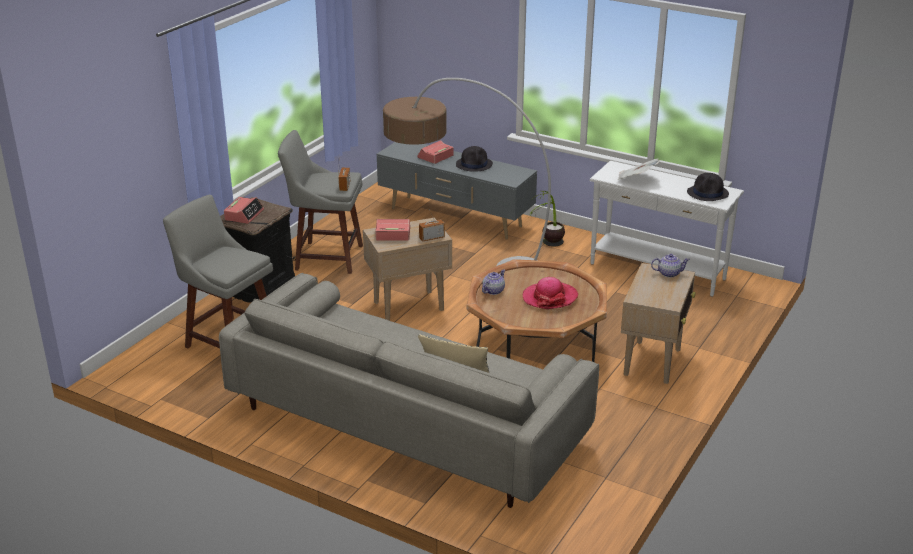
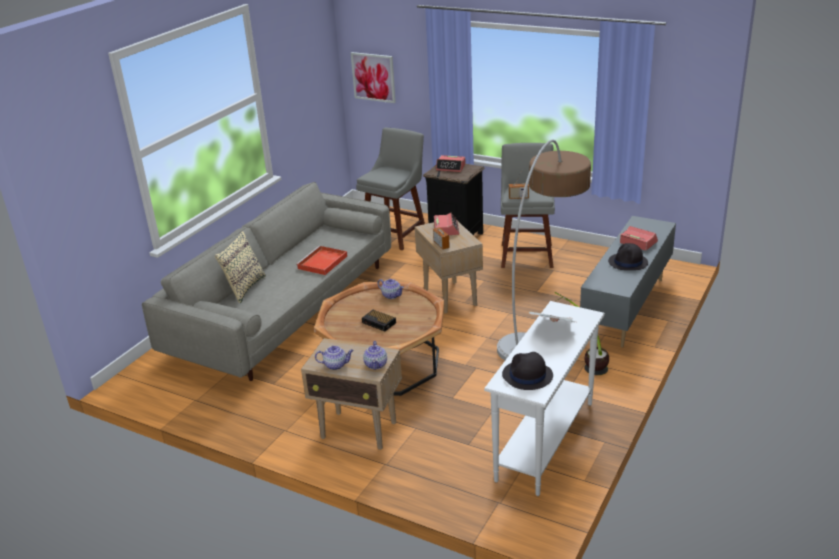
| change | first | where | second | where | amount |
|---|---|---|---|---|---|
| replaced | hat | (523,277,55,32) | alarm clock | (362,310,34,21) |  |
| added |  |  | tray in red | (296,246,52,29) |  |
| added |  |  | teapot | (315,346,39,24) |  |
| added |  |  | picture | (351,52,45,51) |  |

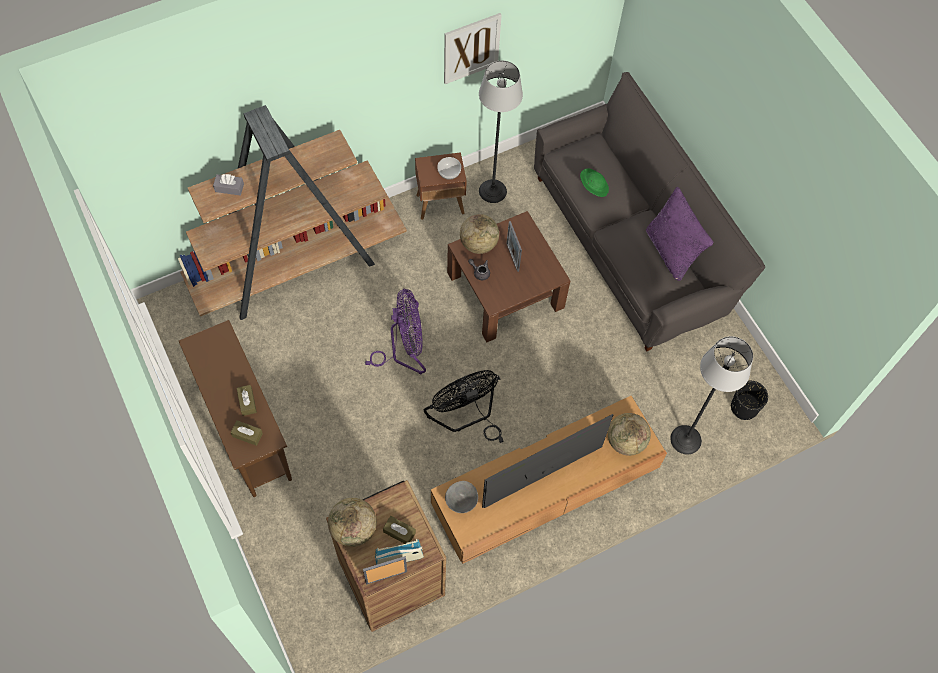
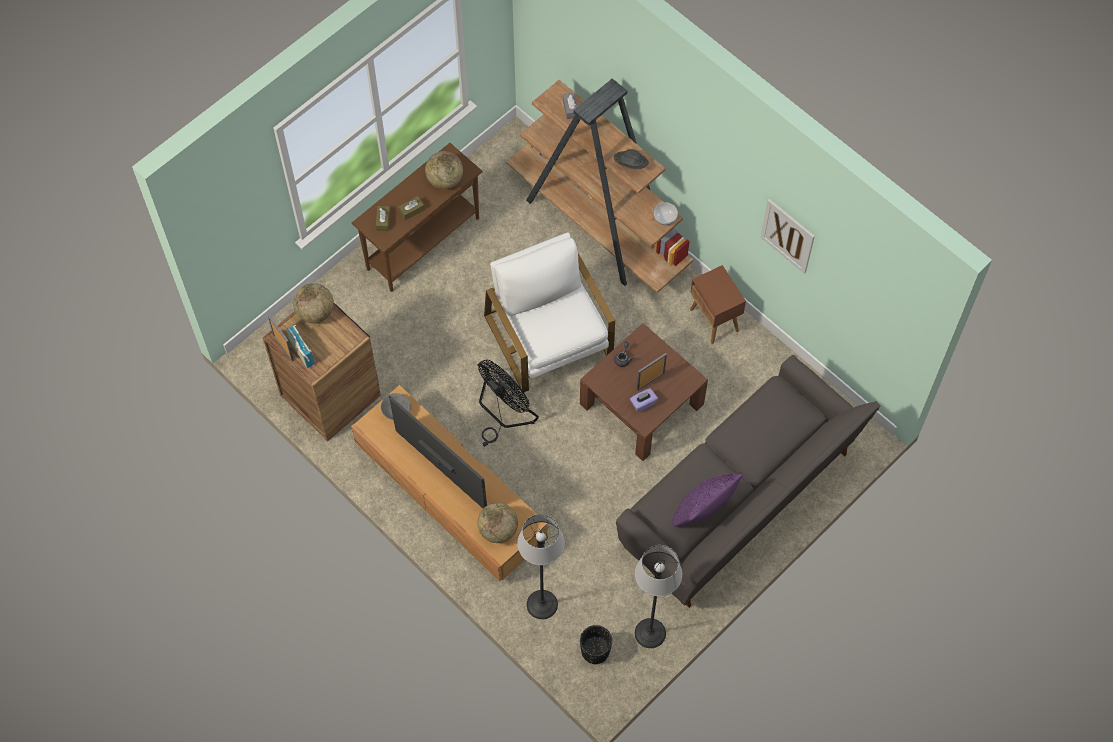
| change | first | where | second | where | amount |
|---|---|---|---|---|---|
| replaced | fan in purple | (365,288,61,87) | armchair in white | (484,232,131,160) |  |
| removed | tissue box in brown | (383,516,33,28) |  |  |  |
| moved | bowl | (437,157,24,23) |  | (654,202,24,23) |  |
| moved | globe | (460,214,39,40) |  | (425,151,38,38) |  |
| moved | floor lamp | (479,60,44,143) |  | (635,545,47,103) |  |
| removed | hat in green | (580,168,29,29) |  |  |  |
| added |  |  | hat in grey | (614,149,35,20) |  |
| added |  |  | tissue box in purple | (630,388,28,24) |  |

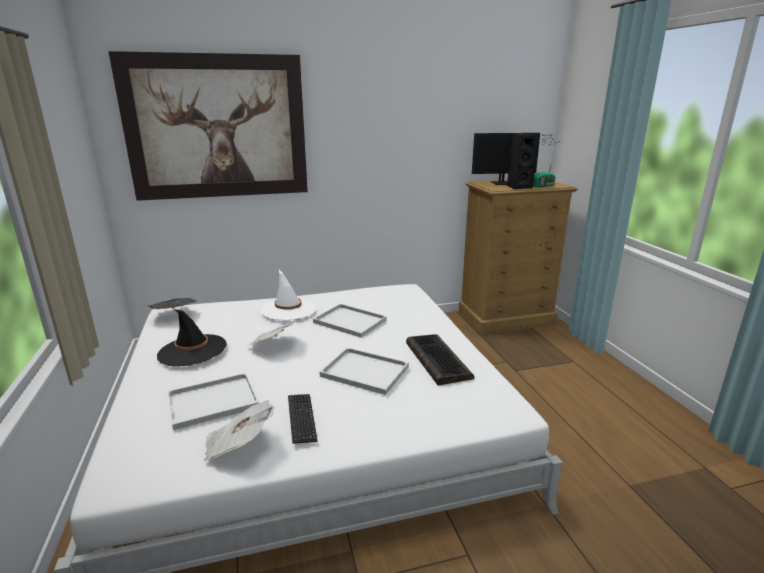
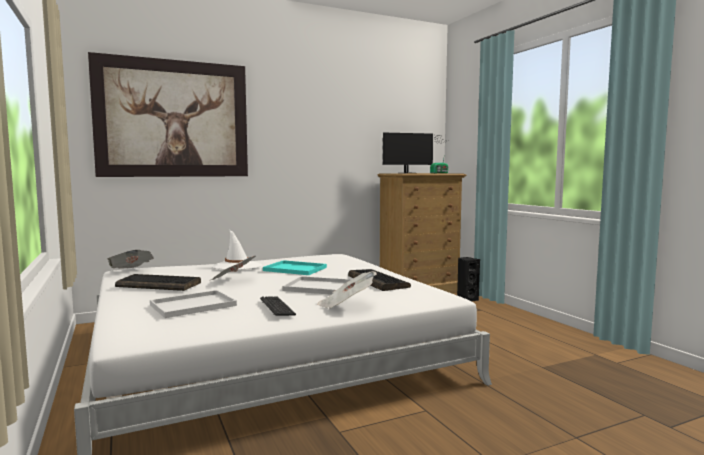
| change | first | where | second | where | amount |
|---|---|---|---|---|---|
| replaced | hat in black | (157,310,70,56) | keyboard | (115,274,86,17) |  |
| moved | newspaper | (204,400,70,61) |  | (318,271,59,38) |  |
| recoloured | tray in white | (313,304,74,34) | tray in turquoise | (263,260,64,15) |  |
| moved | speaker in black | (507,133,32,56) |  | (457,257,23,44) |  |

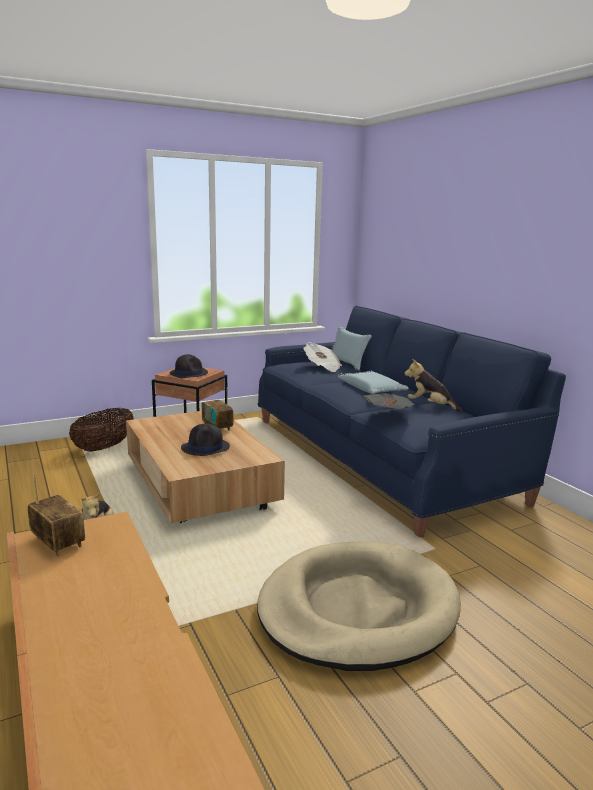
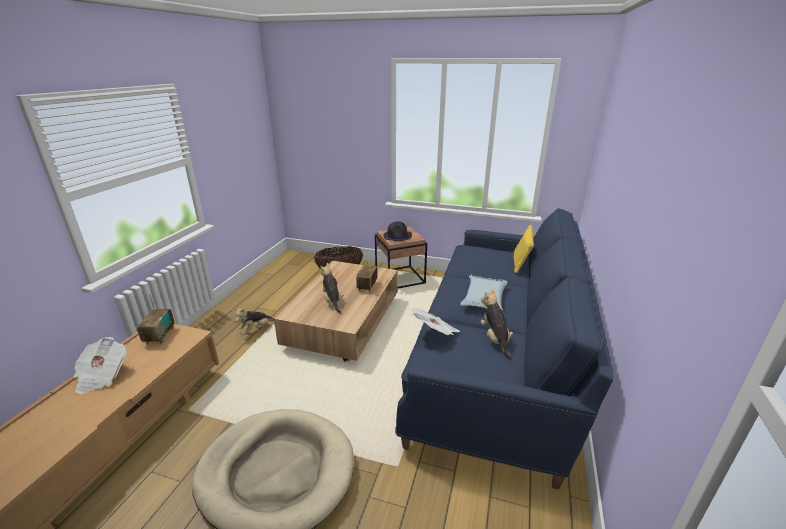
| change | first | where | second | where | amount |
|---|---|---|---|---|---|
| replaced | hat in black | (181,424,49,32) | plush toy | (321,263,23,50) |  |
| moved | newspaper | (304,342,38,30) |  | (73,337,54,57) |  |
| recoloured | pillow in blue | (332,326,40,44) | pillow in yellow | (514,225,20,48) |  |

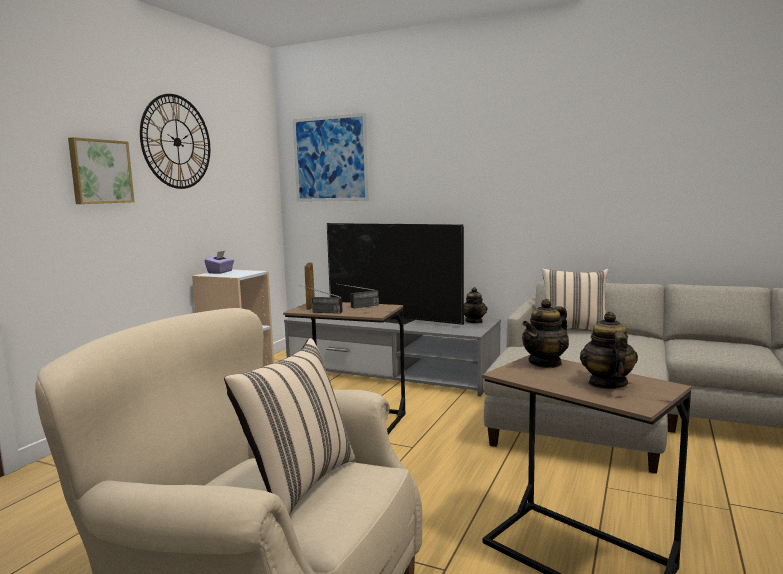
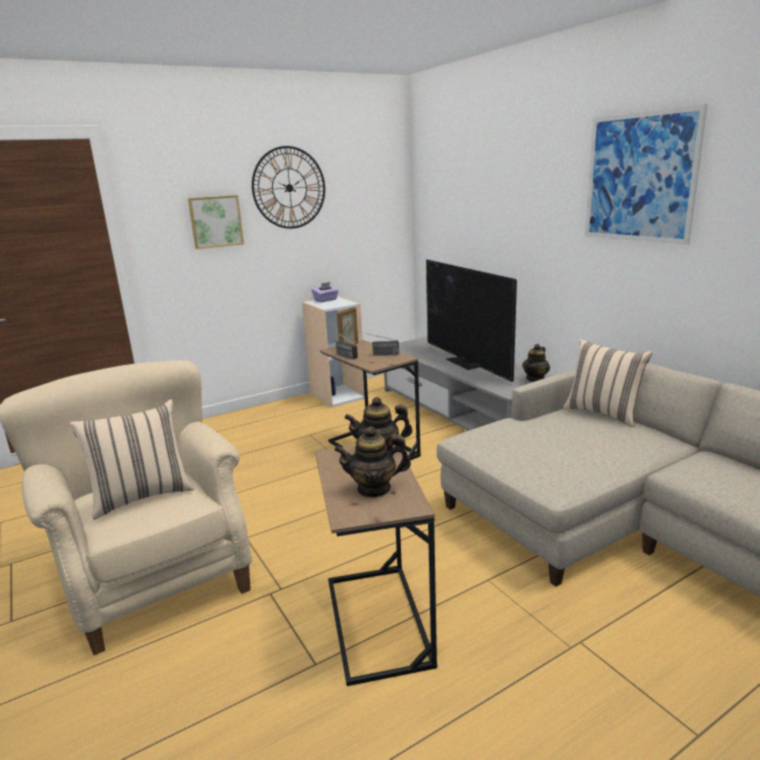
| change | first | where | second | where | amount |
|---|---|---|---|---|---|
| moved | picture | (293,113,76,89) |  | (585,104,123,141) |  |
| turned | teapot | (580,311,58,78) |  | (334,426,77,72) | 135 degrees counterclockwise |

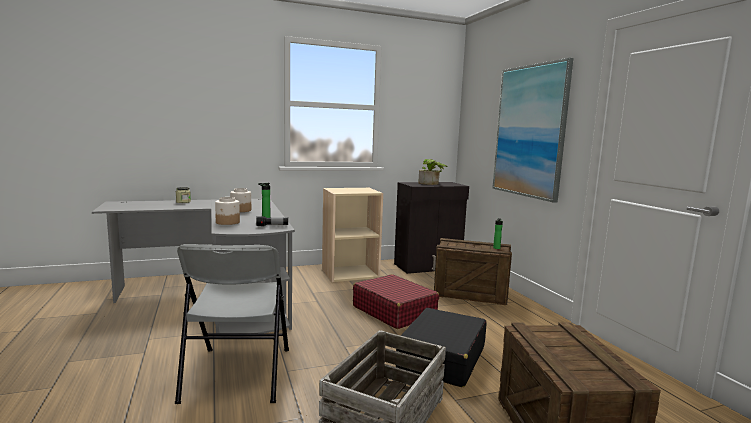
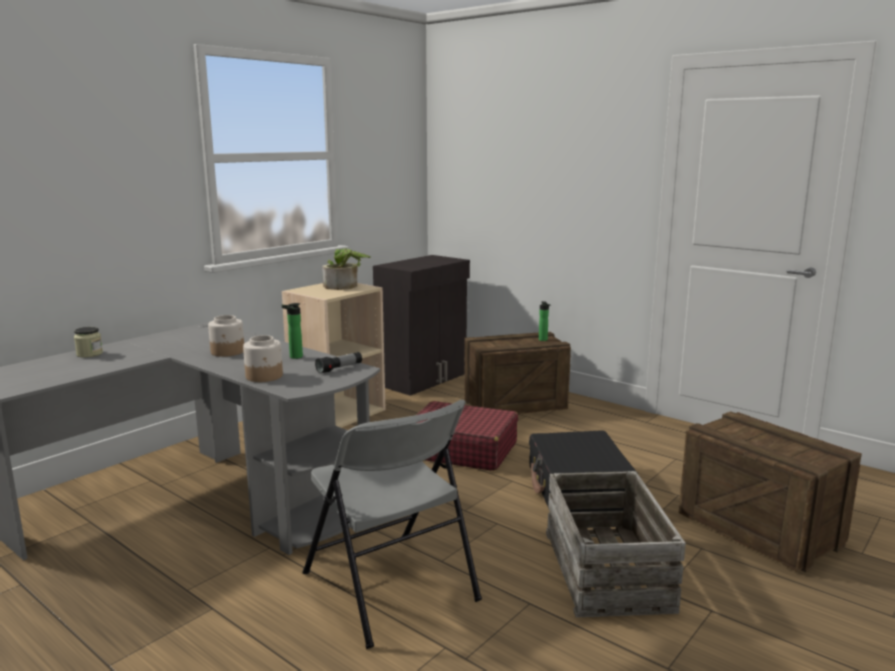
| change | first | where | second | where | amount |
|---|---|---|---|---|---|
| moved | potted plant | (418,159,30,26) |  | (322,248,49,42) |  |
| removed | picture | (492,58,81,145) |  |  |  |

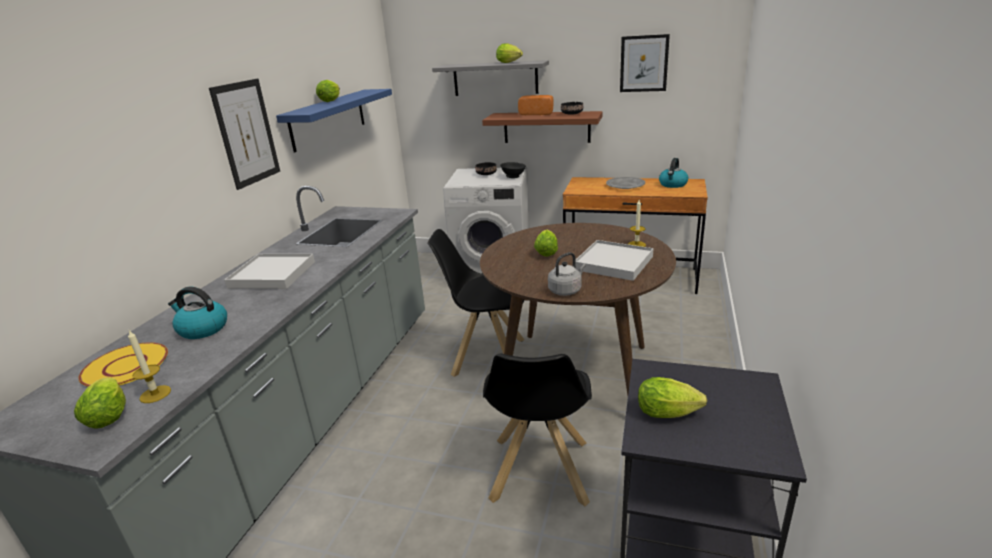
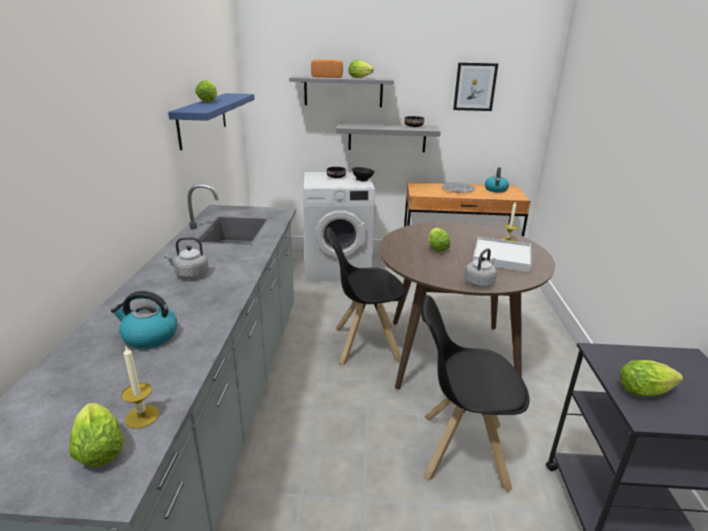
| change | first | where | second | where | amount |
|---|---|---|---|---|---|
| removed | plate in yellow | (78,342,90,45) |  |  |  |
| removed | picture | (209,79,71,111) |  |  |  |
| replaced | tray in white | (224,254,91,35) | kettle in grey | (164,237,45,42) |  |
| recoloured | shelf in brown | (482,111,121,32) | shelf in grey | (336,123,105,29) |  |
| turned | chair in black | (483,353,109,153) |  | (421,295,108,197) | 105 degrees clockwise |
| moved | bread | (518,95,36,20) |  | (311,59,32,19) |  |

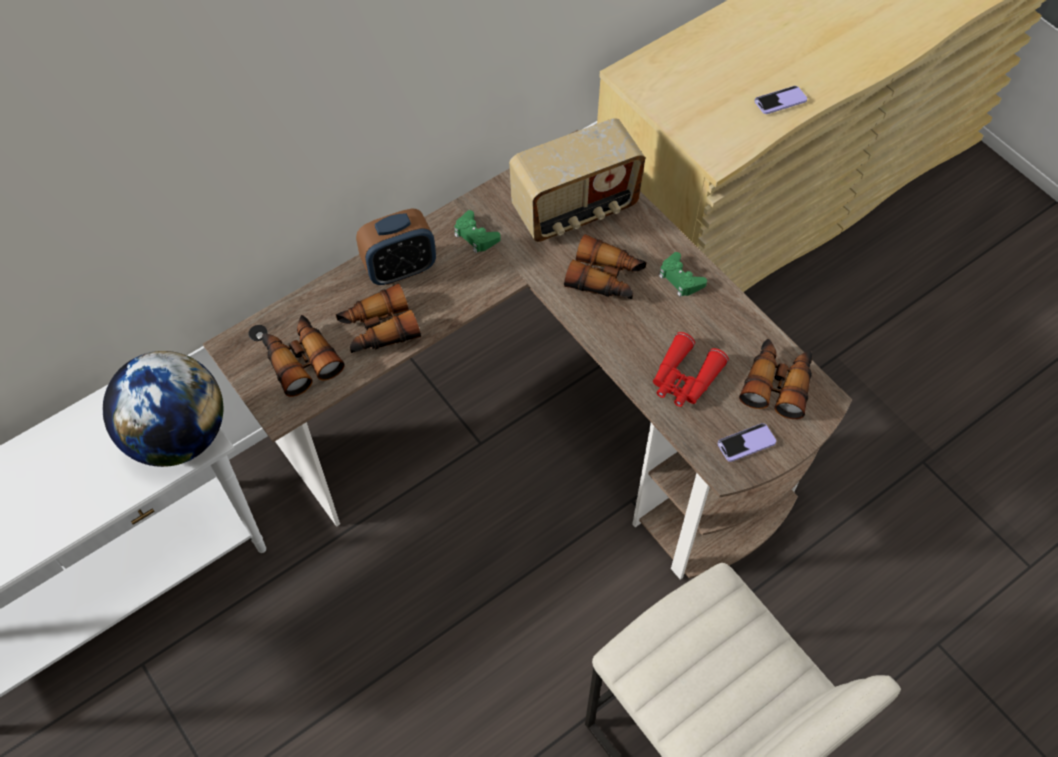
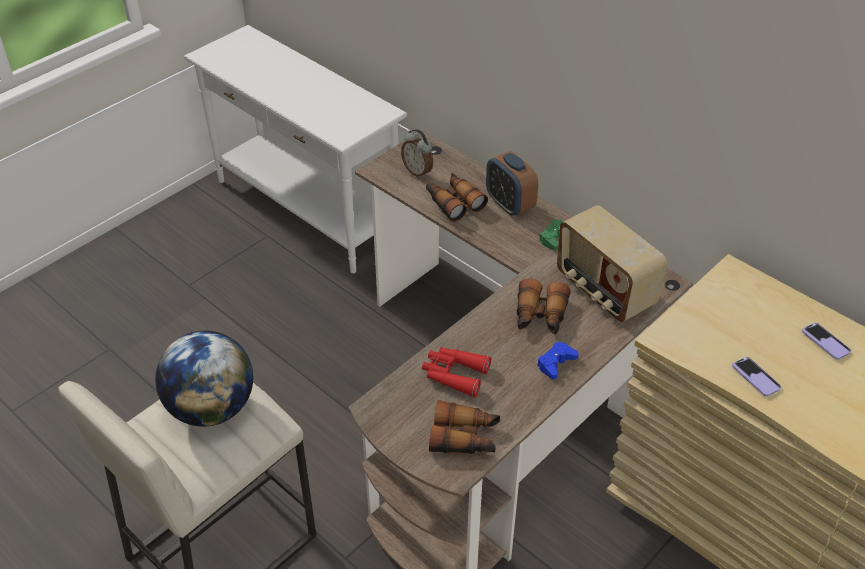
| change | first | where | second | where | amount |
|---|---|---|---|---|---|
| moved | globe | (103,351,120,116) |  | (155,331,98,96) |  |
| replaced | binoculars | (262,315,82,82) | alarm clock | (401,129,32,50) |  |
| recoloured | game controller in green | (659,252,48,45) | game controller in blue | (537,342,42,37) |  |
| moved | phone | (718,423,58,39) |  | (802,323,49,37) |  |

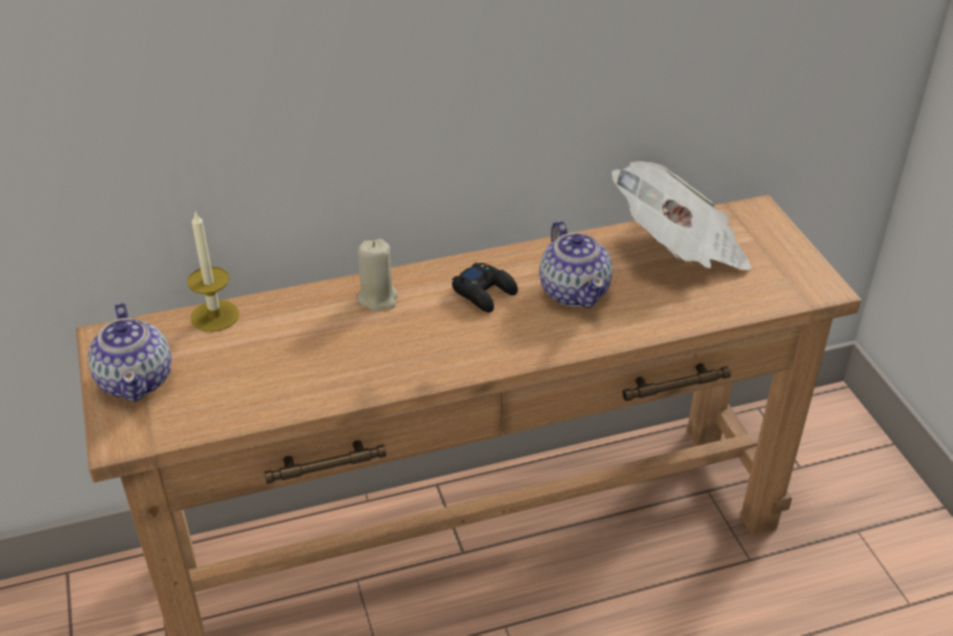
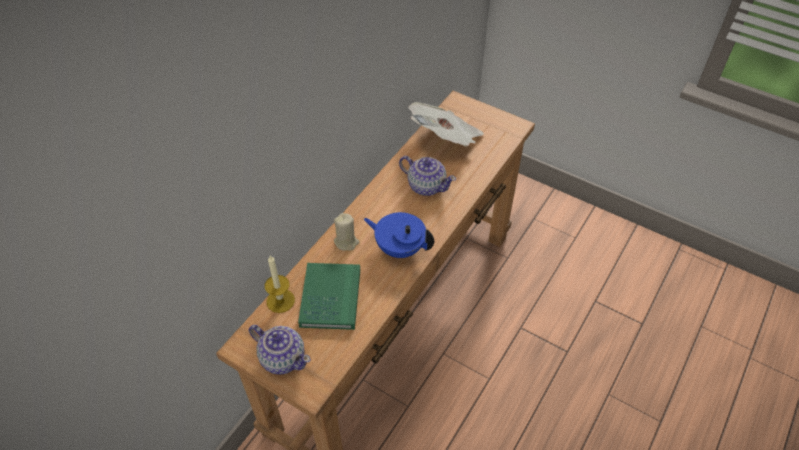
| change | first | where | second | where | amount |
|---|---|---|---|---|---|
| removed | game controller in black | (452,263,66,50) |  |  |  |
| added |  |  | book in green | (298,263,62,67) |  |
| added |  |  | teapot in blue | (364,212,70,46) |  |

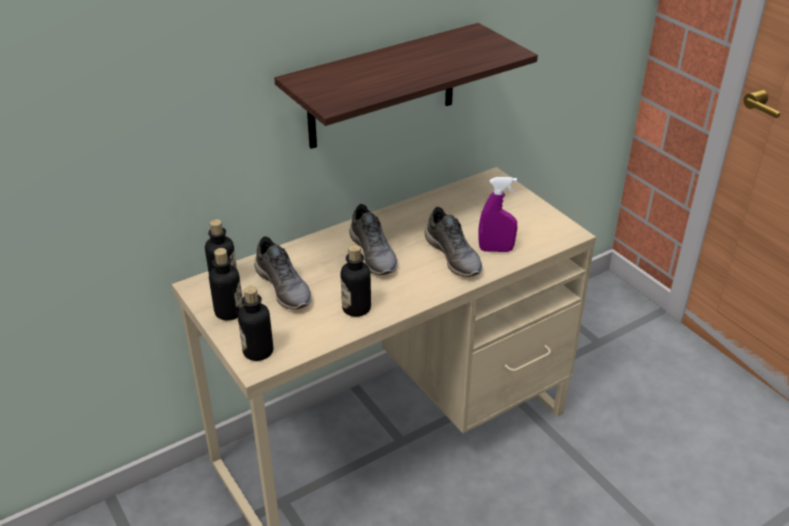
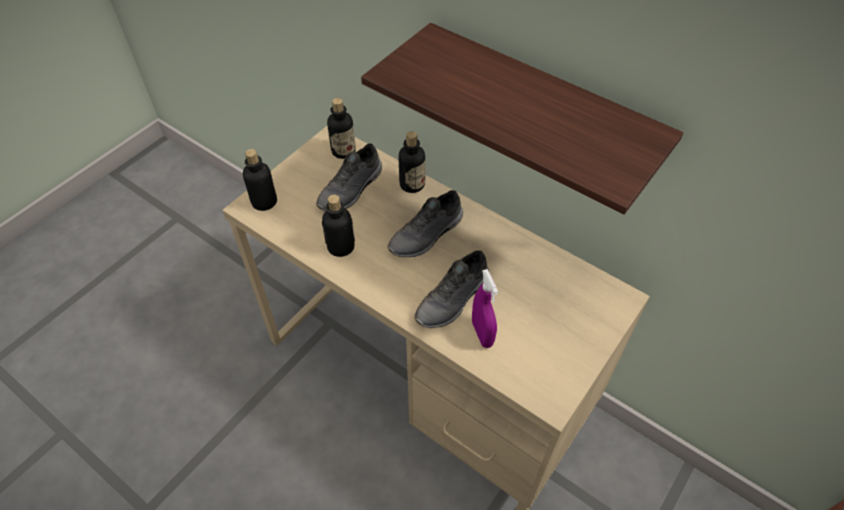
| change | first | where | second | where | amount |
|---|---|---|---|---|---|
| moved | bottle | (209,248,35,72) |  | (398,131,27,62) |  |

